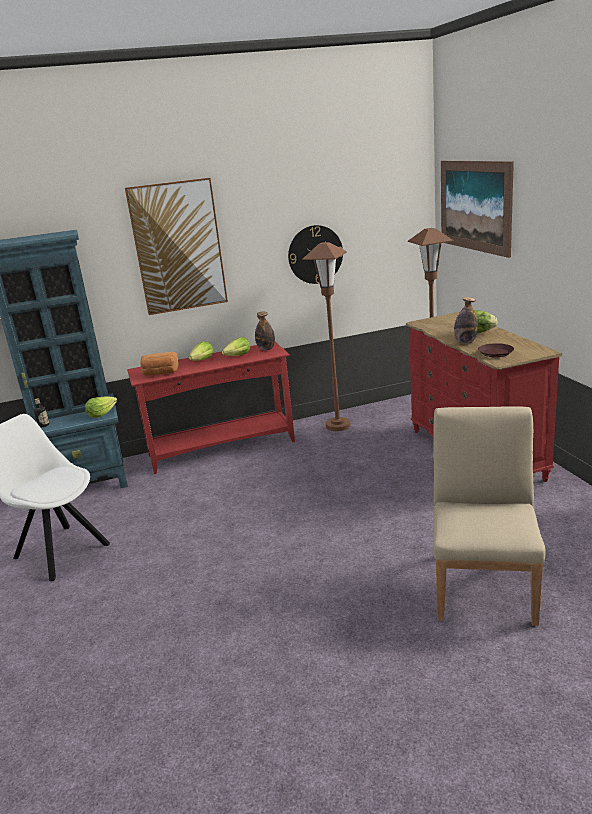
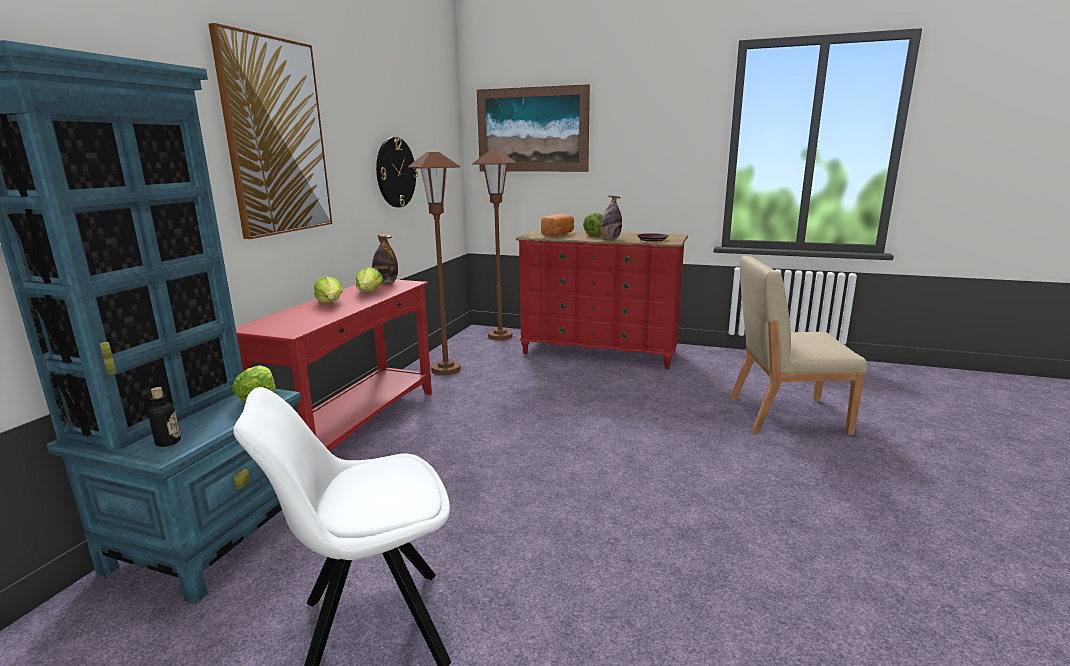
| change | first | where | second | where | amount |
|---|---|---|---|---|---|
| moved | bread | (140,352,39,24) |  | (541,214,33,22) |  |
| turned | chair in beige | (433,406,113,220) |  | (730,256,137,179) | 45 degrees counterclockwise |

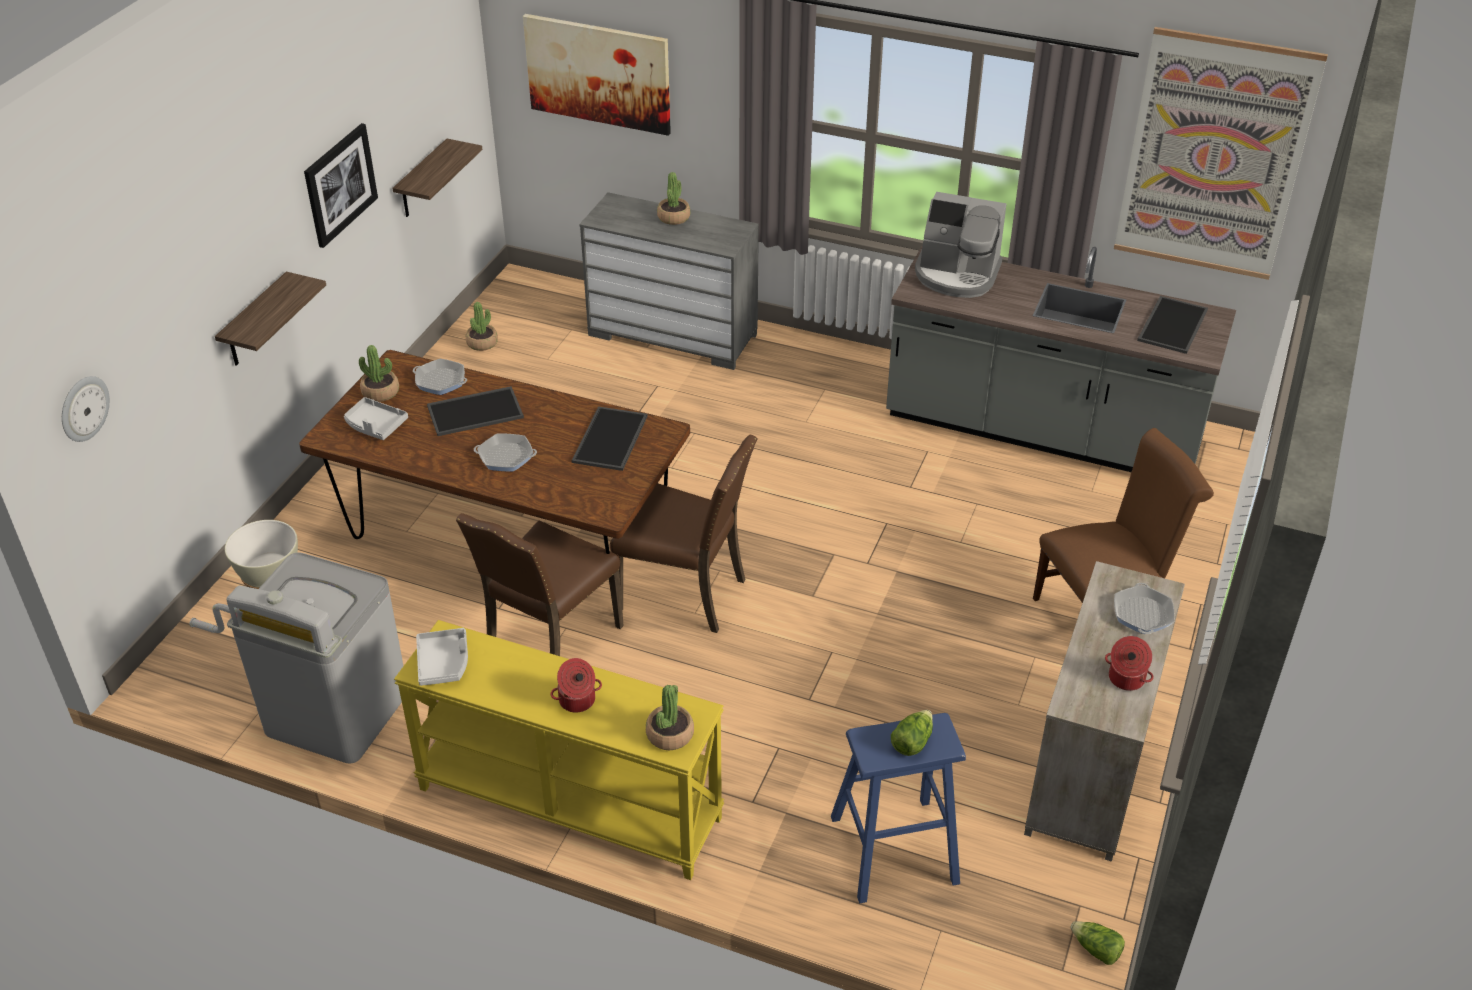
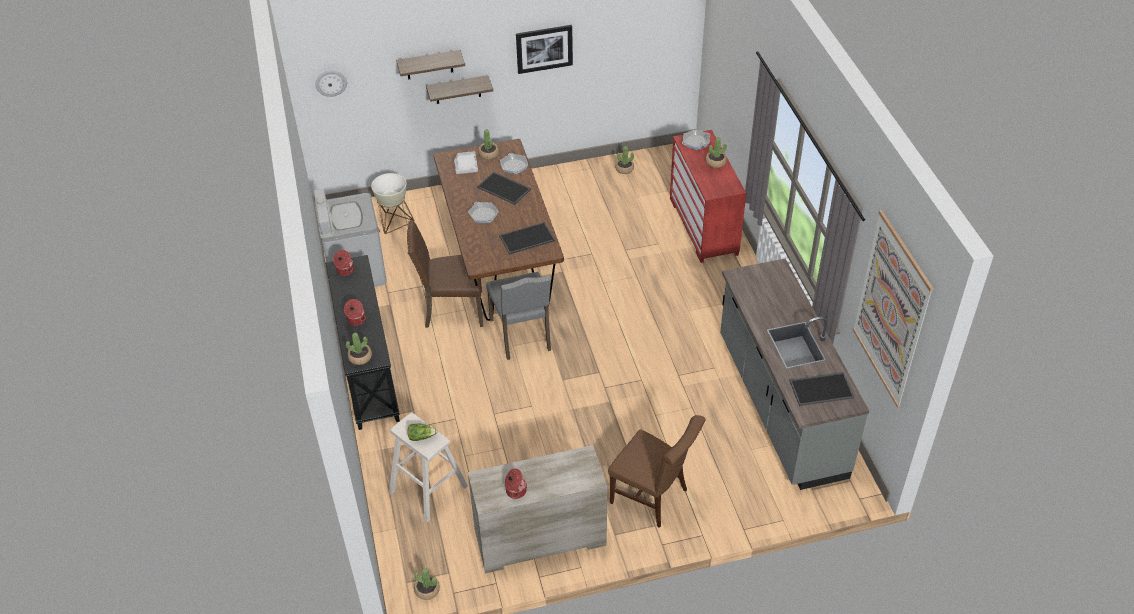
| change | first | where | second | where | amount |
|---|---|---|---|---|---|
| moved | shelf | (393,138,89,79) |  | (396,50,69,30) |  |
| recoloured | console table in yellow | (394,620,330,260) | console table in black | (326,255,74,175) |  |
| replaced | tray in grey | (416,628,52,58) | cooking pot | (333,250,21,26) |  |
| removed | picture | (523,14,148,122) |  |  |  |
| recoloured | dresser in grey | (579,192,180,178) | dresser in red | (670,130,76,133) |  |
| recoloured | chair in brown | (610,435,148,198) | chair in grey | (486,272,65,88) |  |
| recoloured | stool in blue | (831,713,135,190) | stool in beige | (389,413,79,109) |  |
| removed | coffee machine | (915,192,92,106) |  |  |  |
| replaced | lettuce | (1071,921,54,44) | potted plant | (414,568,26,32) |  |
| moved | frying pan | (1114,583,61,51) |  | (682,130,29,20) |  |

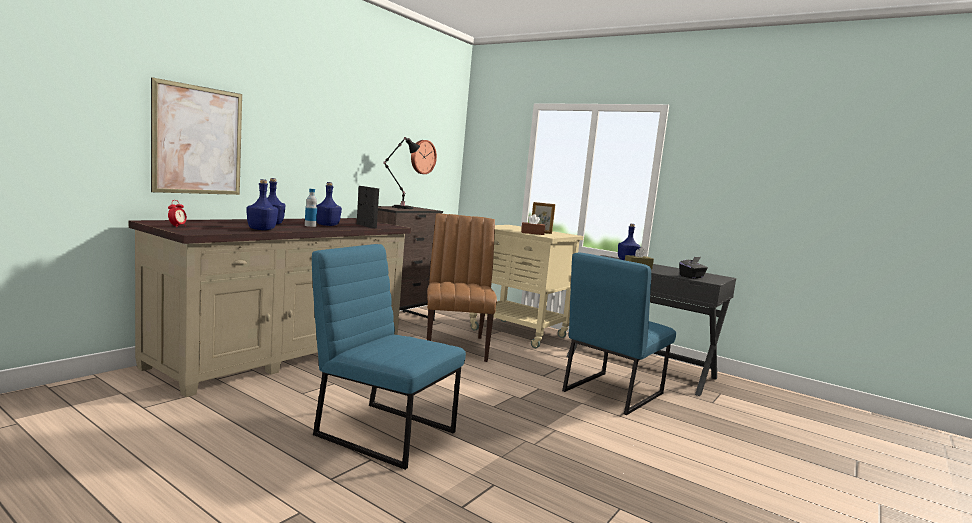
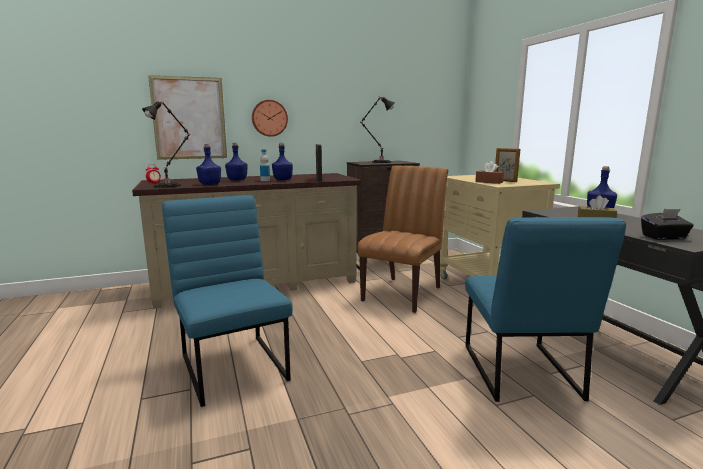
| change | first | where | second | where | amount |
|---|---|---|---|---|---|
| moved | wall clock | (411,140,26,34) |  | (252,100,36,37) |  |
| turned | chair in blue | (562,252,114,163) |  | (465,217,161,185) | 75 degrees counterclockwise |
| added |  |  | table lamp in black | (142,101,49,87) |  |

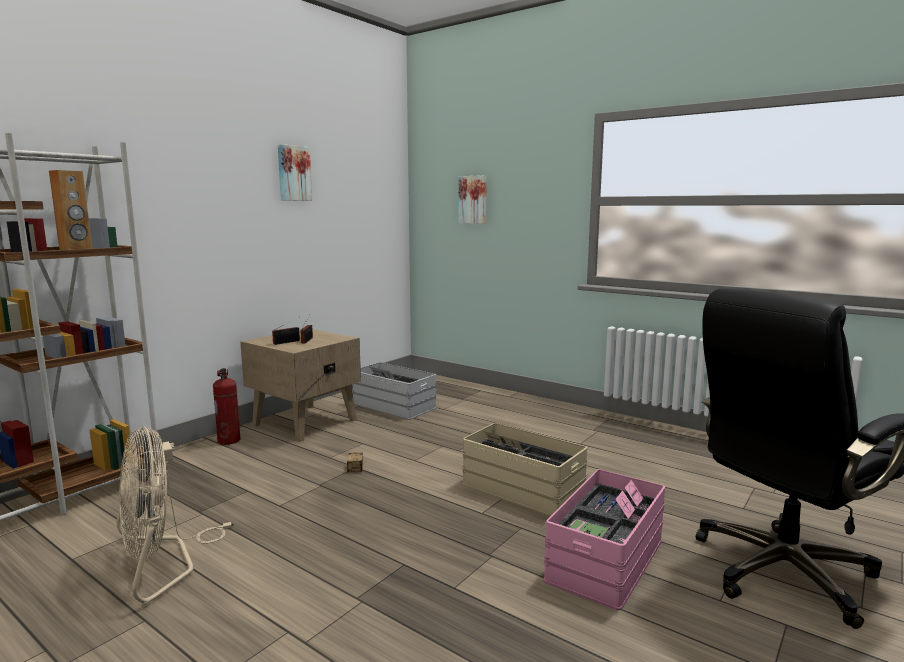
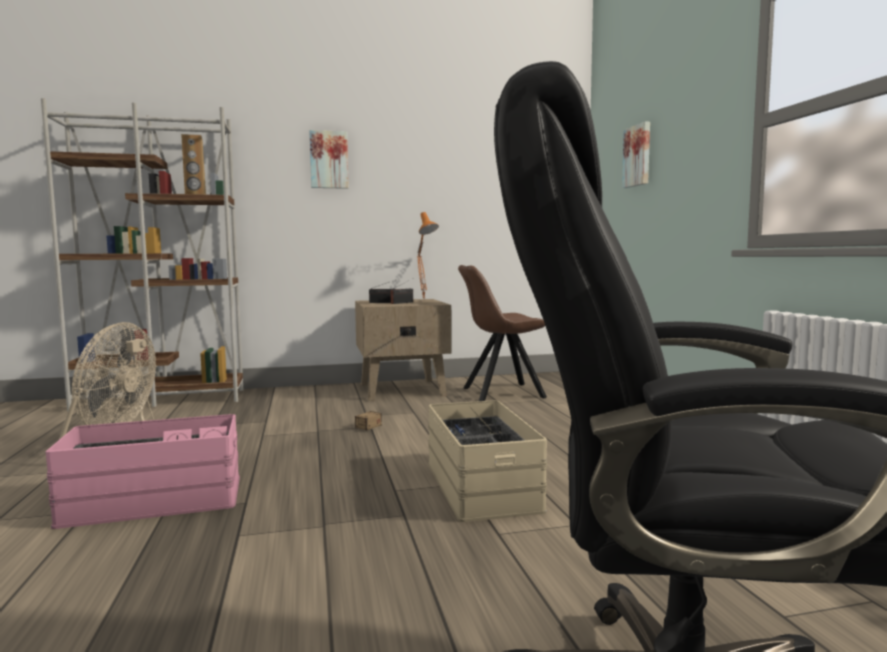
| change | first | where | second | where | amount |
|---|---|---|---|---|---|
| removed | fire extinguisher | (213,368,27,77) |  |  |  |
| moved | picture | (278,144,34,57) |  | (310,130,39,59) |  |
| replaced | storage box in grey | (352,362,85,58) | chair in brown | (458,265,89,136) |  |
| moved | storage box in pink | (543,469,122,141) |  | (46,414,194,115) |  |
| added |  |  | table lamp in orange | (417,212,22,89) |  |

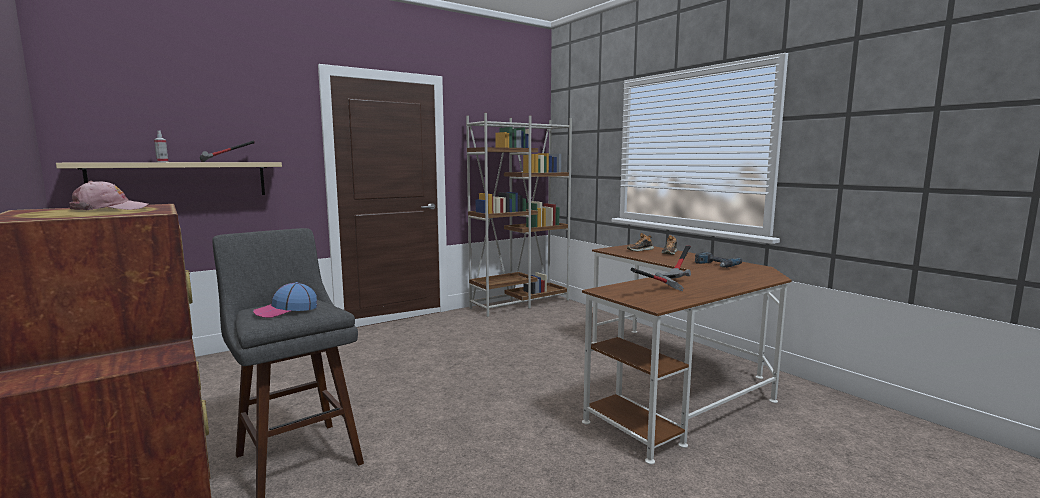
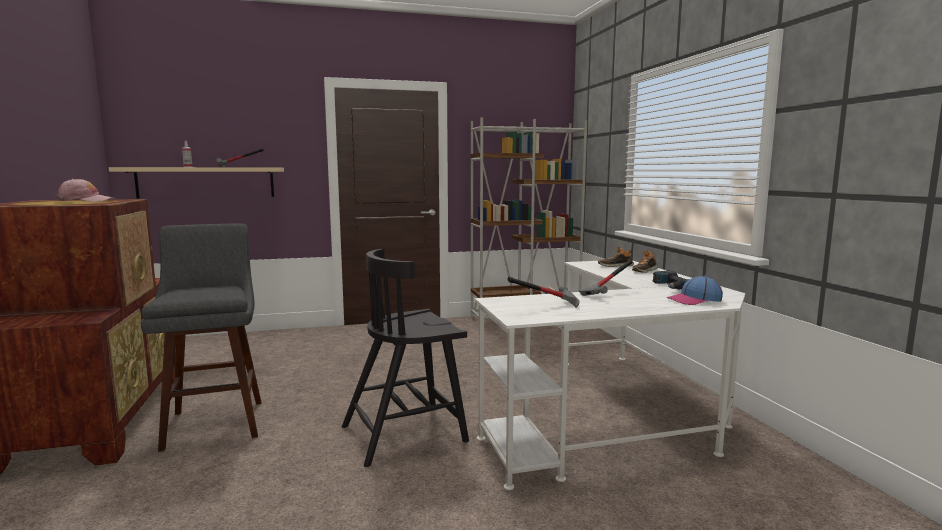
| change | first | where | second | where | amount |
|---|---|---|---|---|---|
| moved | cap | (253,282,64,36) |  | (667,276,56,29) |  |
| recoloured | desk in brown | (582,244,210,220) | desk in white | (475,260,270,230) |  |
| added |  |  | chair in black | (342,249,127,218) |  |

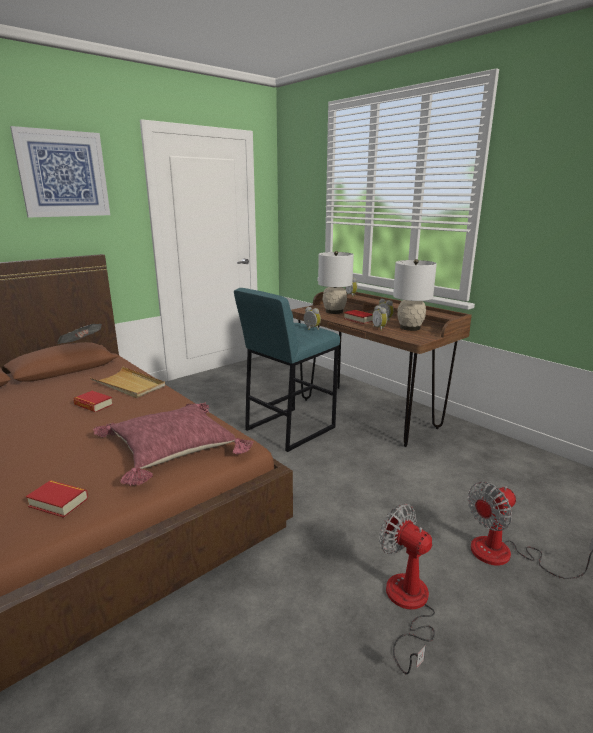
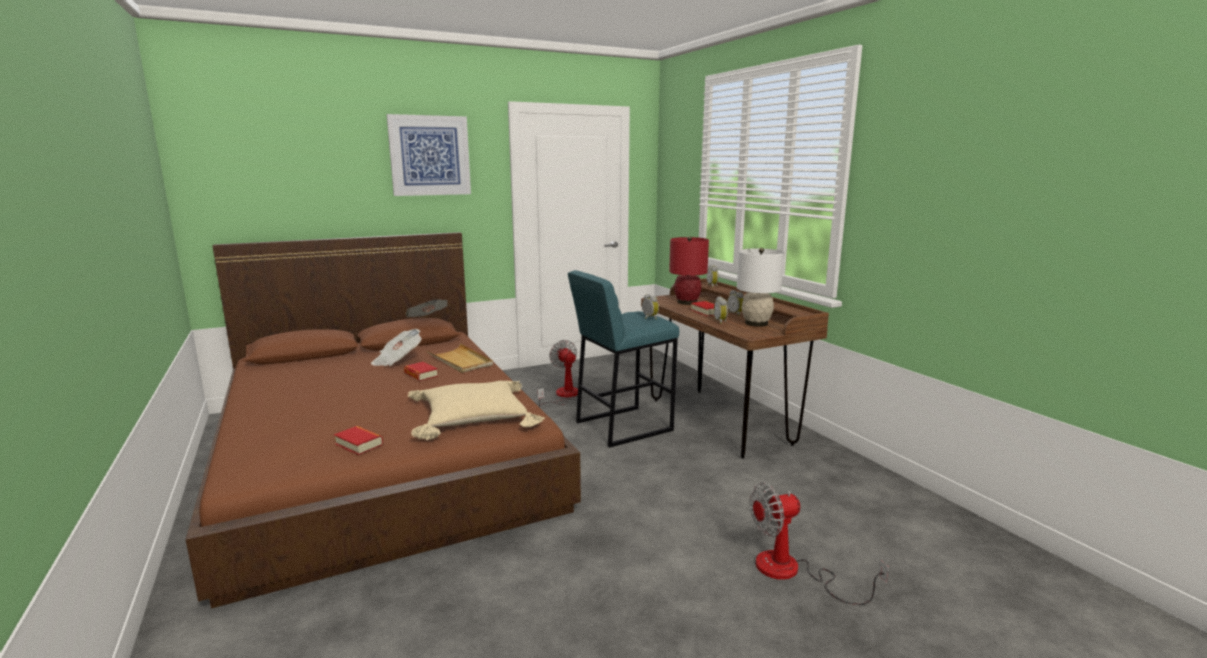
| change | first | where | second | where | amount |
|---|---|---|---|---|---|
| recoloured | pillow in red | (93,402,161,84) | pillow in beige | (408,380,137,60) |  |
| recoloured | table lamp in white | (318,251,36,63) | table lamp in red | (669,236,40,69) |  |
| moved | fan | (379,504,56,171) |  | (538,340,40,68) |  |
| added |  |  | newspaper | (371,329,51,37) |  |

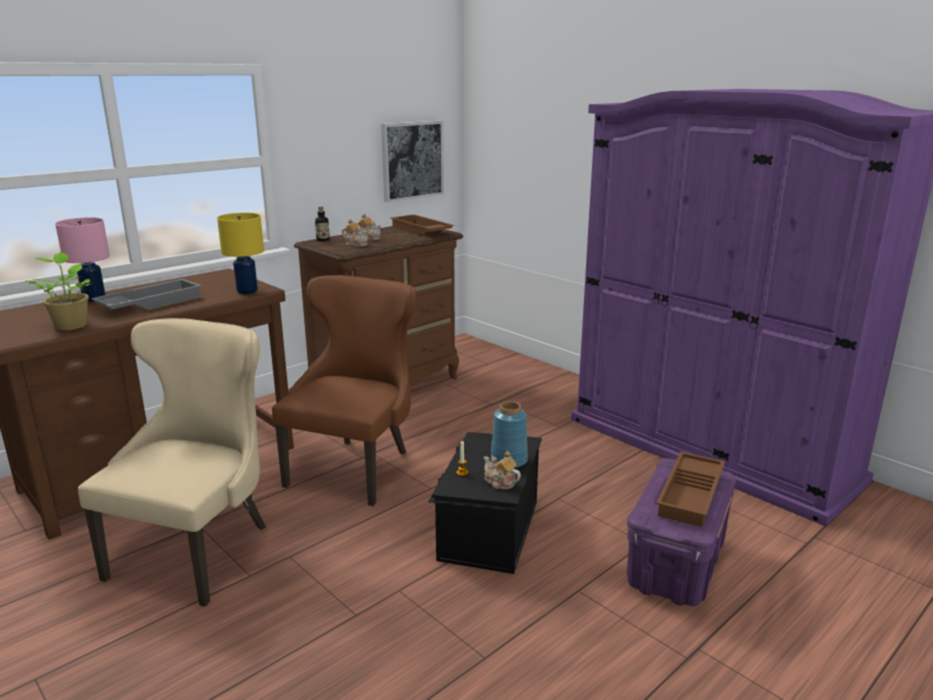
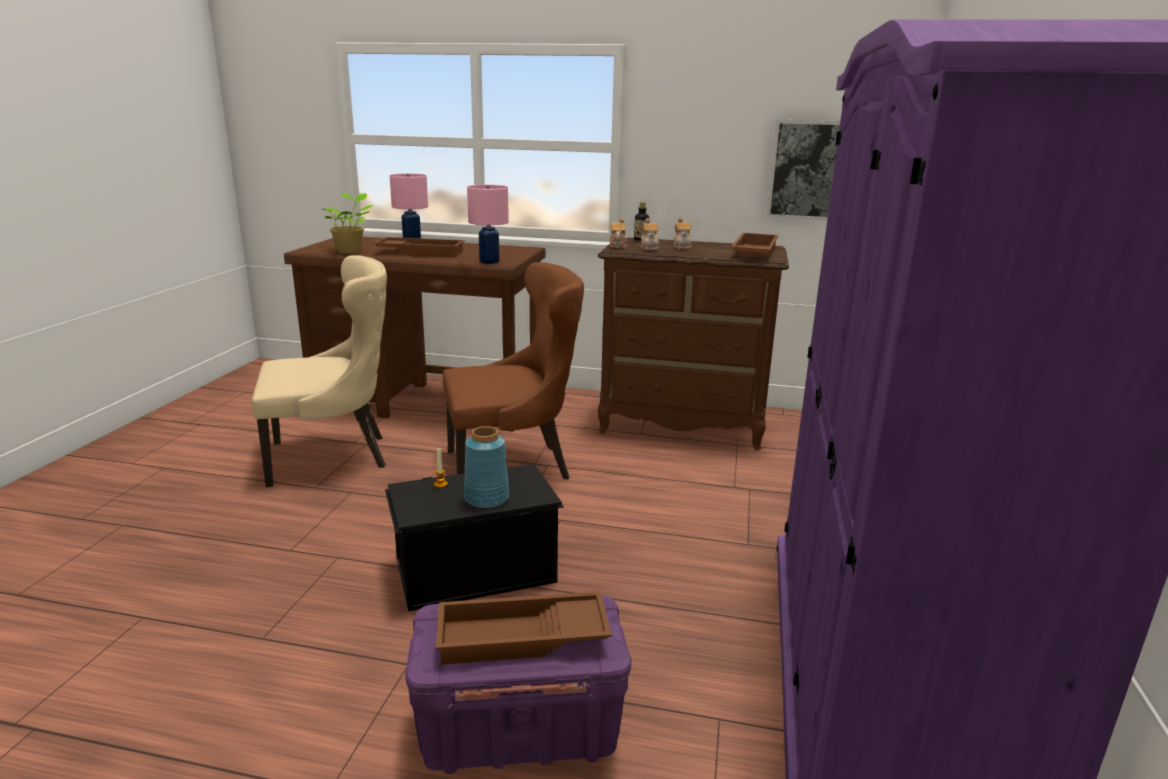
| change | first | where | second | where | amount |
|---|---|---|---|---|---|
| recoloured | tray in grey | (91,279,111,31) | tray in brown | (373,237,92,21) |  |
| recoloured | table lamp in yellow | (217,213,47,81) | table lamp in pink | (467,185,42,79) |  |
| moved | teapot | (484,451,37,38) |  | (608,218,19,30) |  |

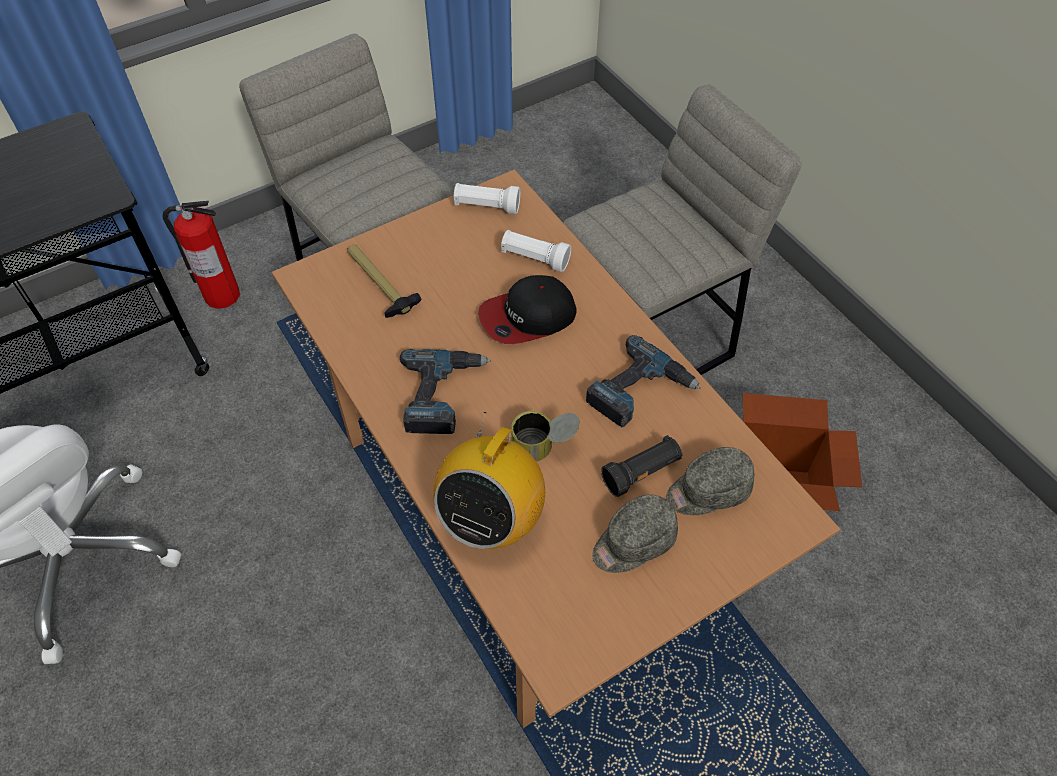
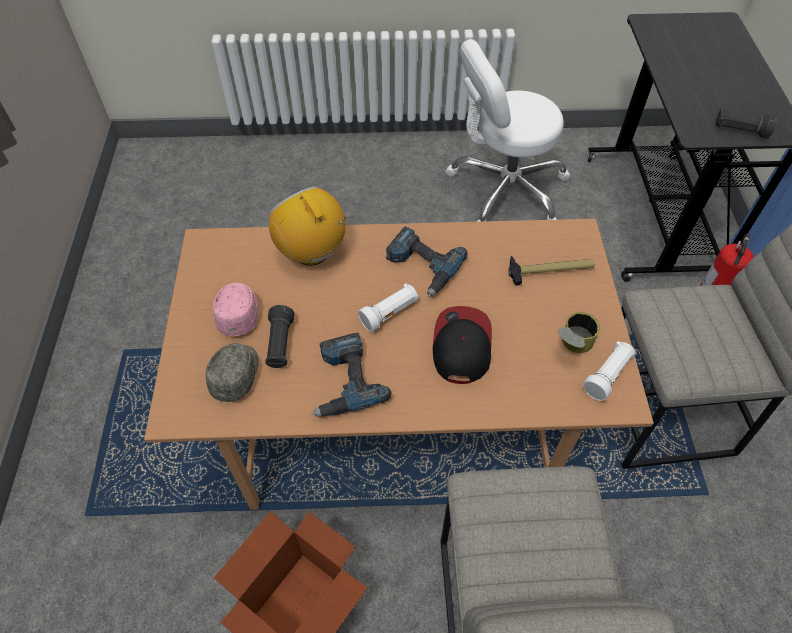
| change | first | where | second | where | amount |
|---|---|---|---|---|---|
| moved | flashlight in white | (501,230,70,42) |  | (358,283,61,49) |  |
| moved | can | (511,411,69,51) |  | (558,312,42,41) |  |
| recoloured | cap in grey | (592,494,86,79) | cap in pink | (213,283,45,53) |  |
| added |  |  | flashlight in black | (716,109,61,29) |  |

